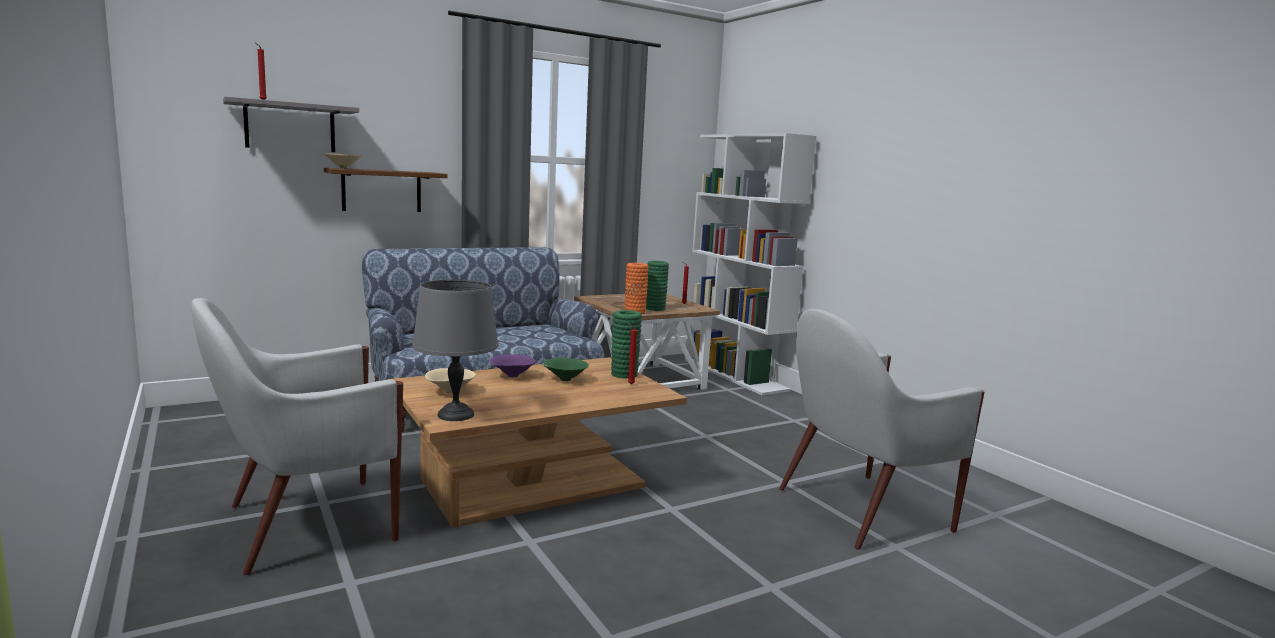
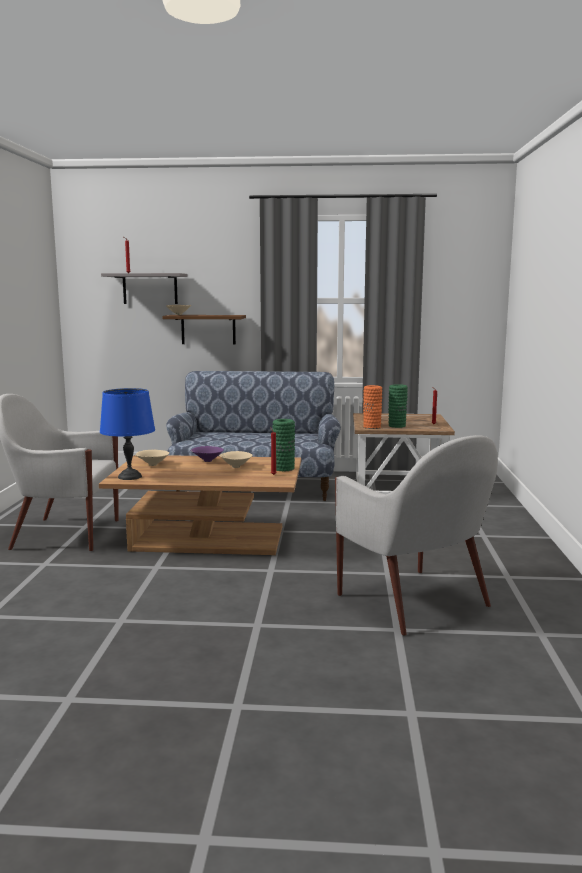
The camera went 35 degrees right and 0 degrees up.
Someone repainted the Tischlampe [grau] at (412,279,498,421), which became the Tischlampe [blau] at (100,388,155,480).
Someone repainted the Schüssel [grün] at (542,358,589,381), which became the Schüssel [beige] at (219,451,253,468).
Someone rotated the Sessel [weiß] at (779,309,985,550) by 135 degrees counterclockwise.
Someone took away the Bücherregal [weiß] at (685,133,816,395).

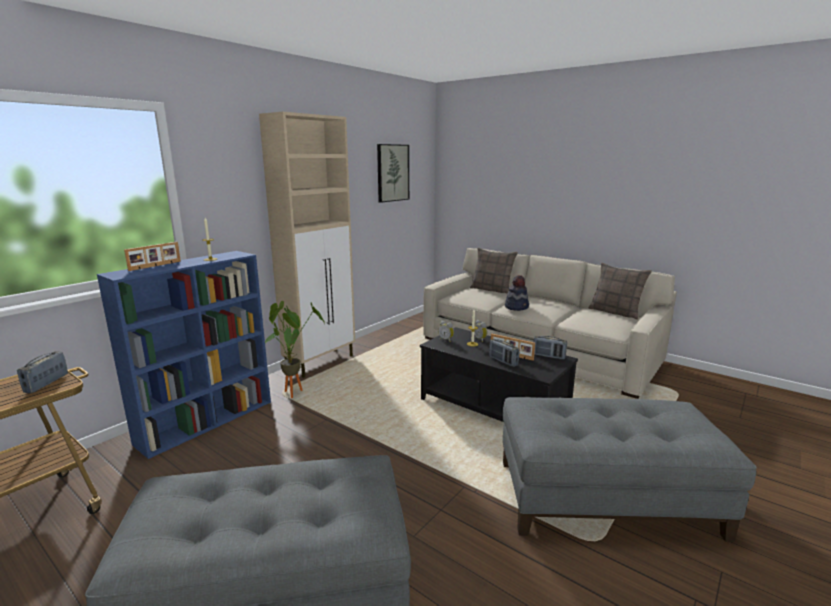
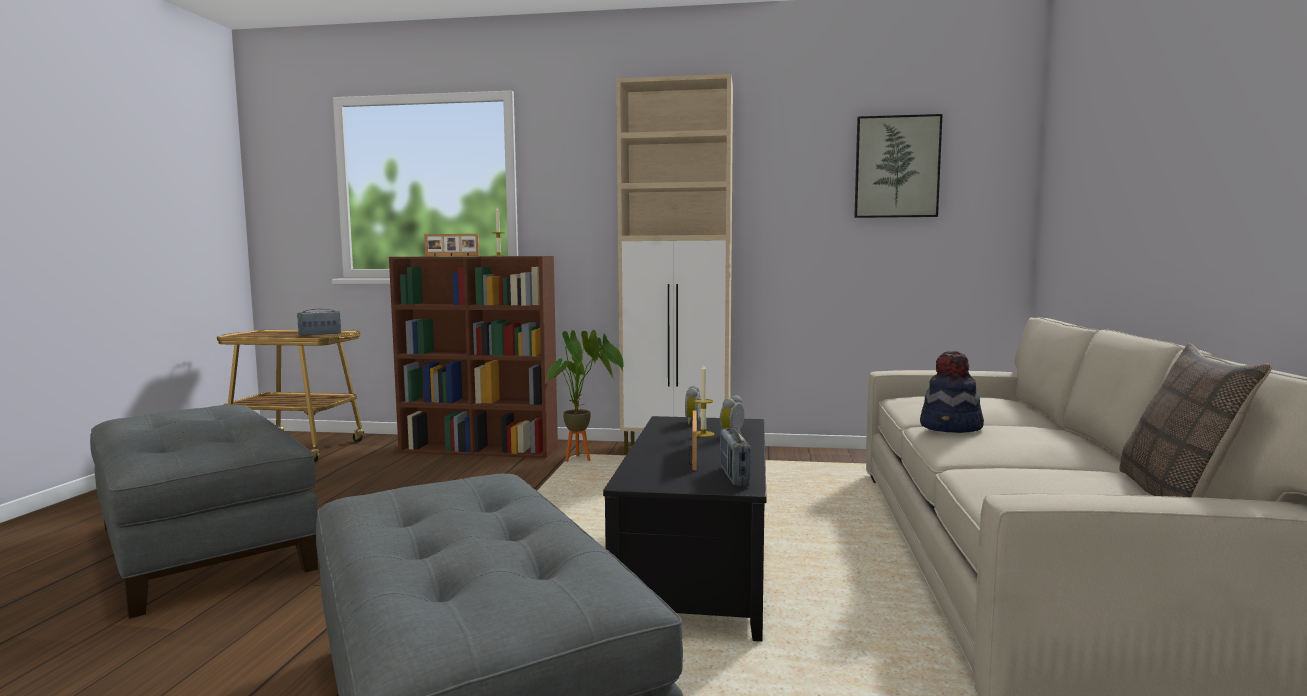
The camera went 60 degrees right and 10 degrees down.
Someone repainted the Bücherregal [blau] at (97,251,271,459), which became the Bücherregal [braun] at (389,256,558,458).
Someone took away the Kissen at (470,248,518,293).
Someone took away the Radio at (489,339,519,367).

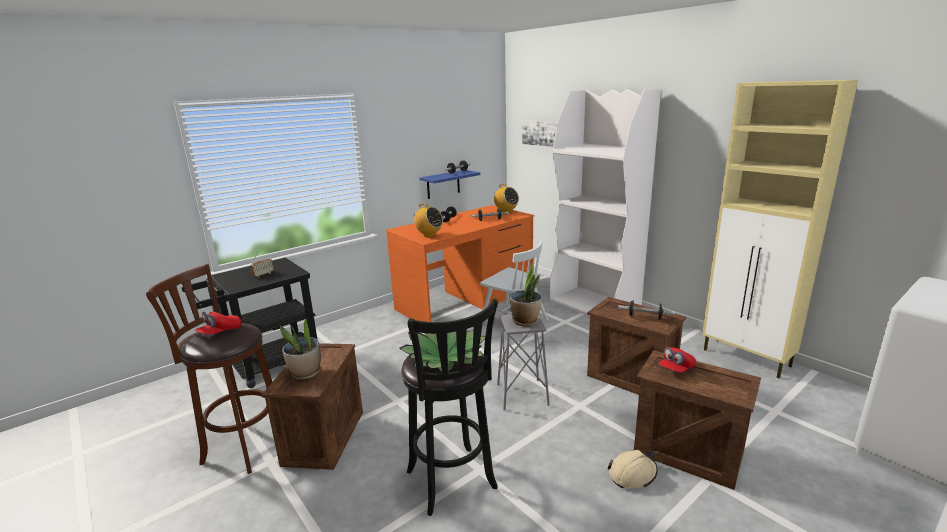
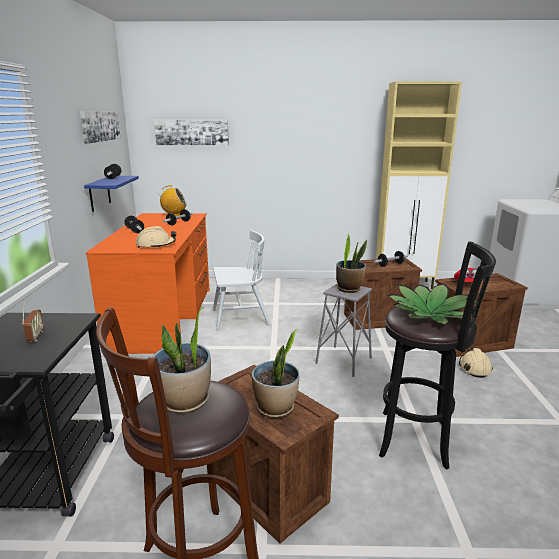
The camera went 50 degrees left and 0 degrees up.
Someone put up the Bild at (80,111,120,144).
Someone swapped the Radio at (411,203,443,237) for the Schutzhelm [beige] at (136,226,176,249).
Someone swapped the Kappe [rot] at (195,312,242,335) for the Topfpflanze at (152,307,211,414).
Someone took away the Bücherregal [weiß] at (550,89,661,316).

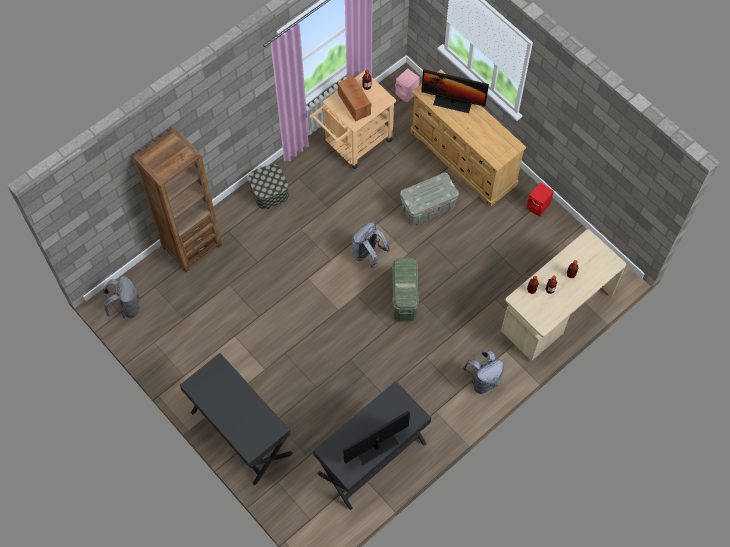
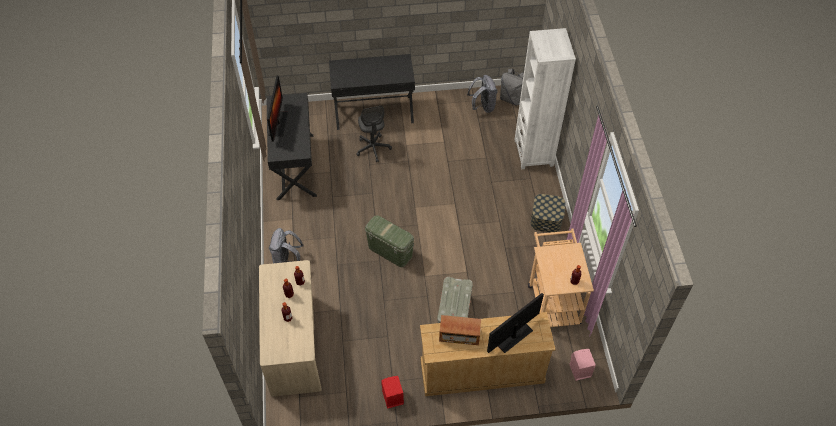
The camera went 125 degrees right and 10 degrees down.
Someone put down the Bürostuhl [grau] at (356,106,392,162).
Someone carried the Radio from (338,76,371,122) to (439,315,481,345).
Someone carried the Rucksack [grau] from (352,222,390,268) to (467,75,497,113).
Someone repainted the Bücherregal [braun] at (133,127,222,272), which became the Bücherregal [weiß] at (514,28,576,169).

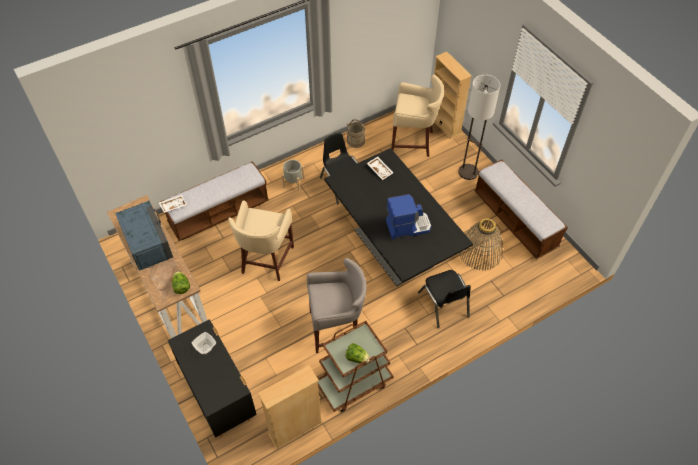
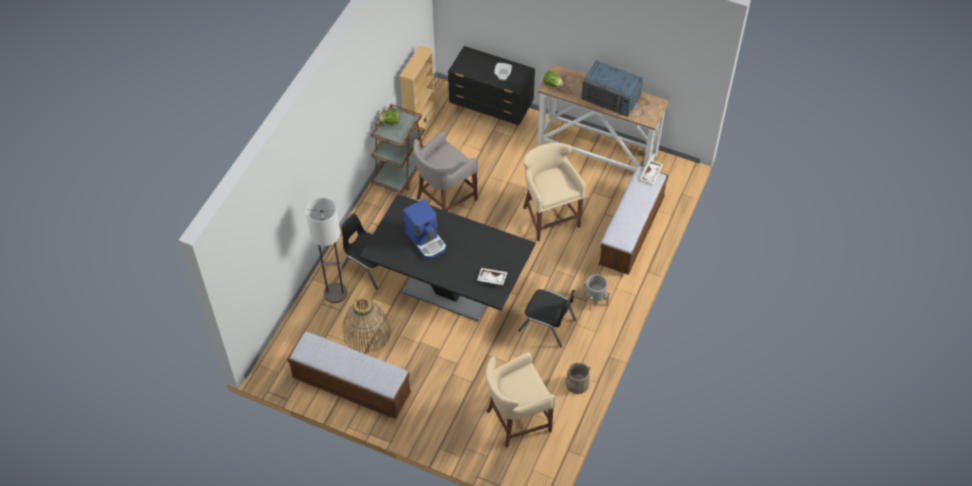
The camera went 145 degrees right and 0 degrees up.
Someone carried the Stehlampe from (458,75,500,180) to (306,197,347,303).
Someone rotated the Kaffeemaschine at (386,194,431,240) by 75 degrees counterclockwise.
Someone took away the Bücherregal [beige] at (434,52,472,139).

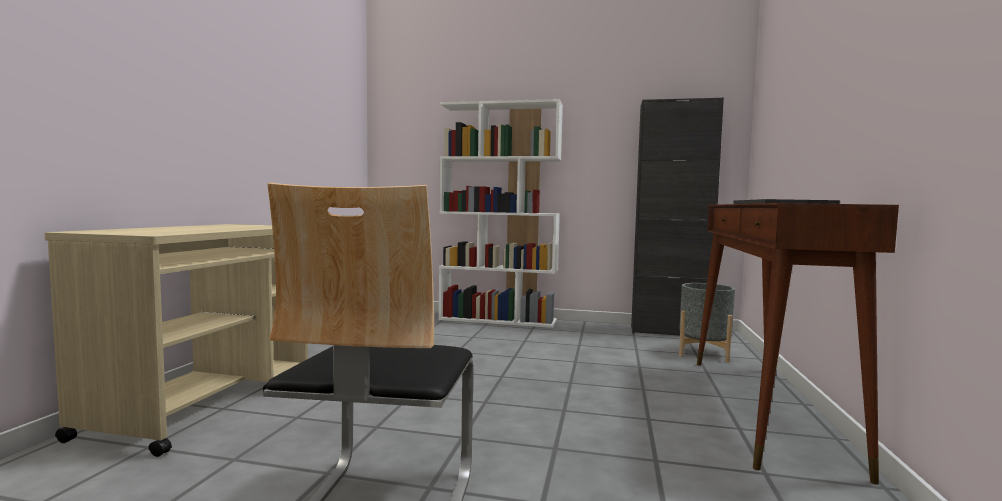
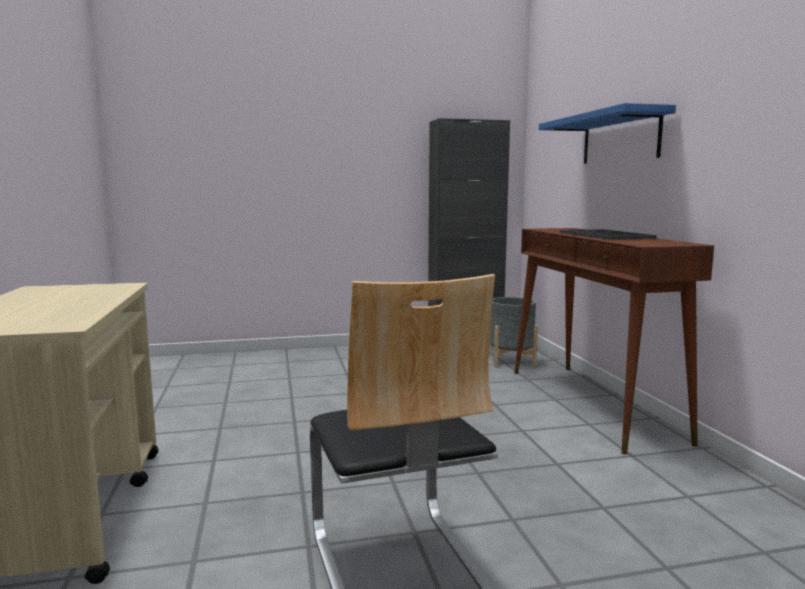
The camera went 25 degrees left and 5 degrees up.
Someone put up the Wandregal [blau] at (539,103,676,164).
Someone took away the Bücherregal [weiß] at (439,99,563,328).

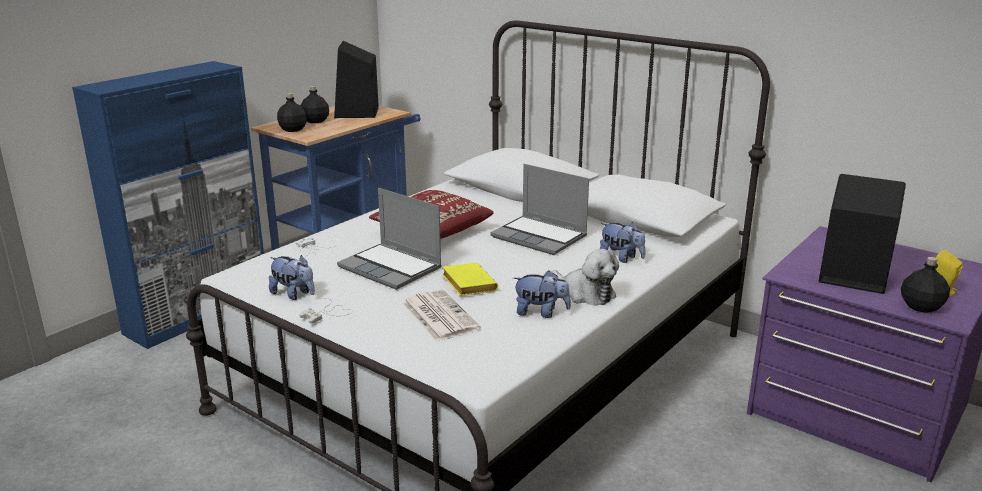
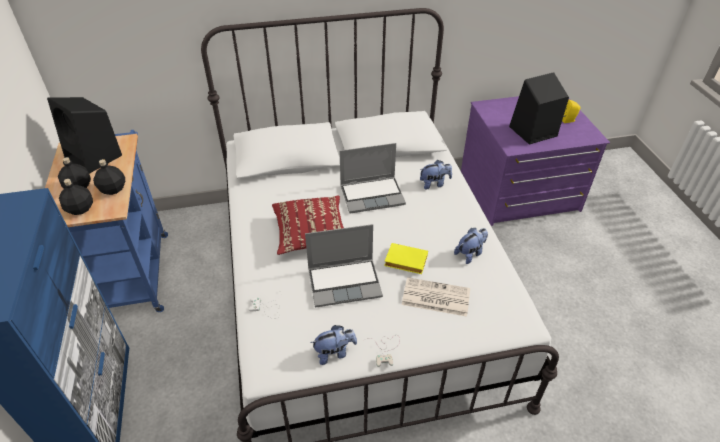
The camera went 50 degrees left and 20 degrees up.
Someone carried the Flasche [schwarz] from (901,257,950,313) to (93,159,125,195).
Someone took away the Plüschtier at (552,249,619,306).

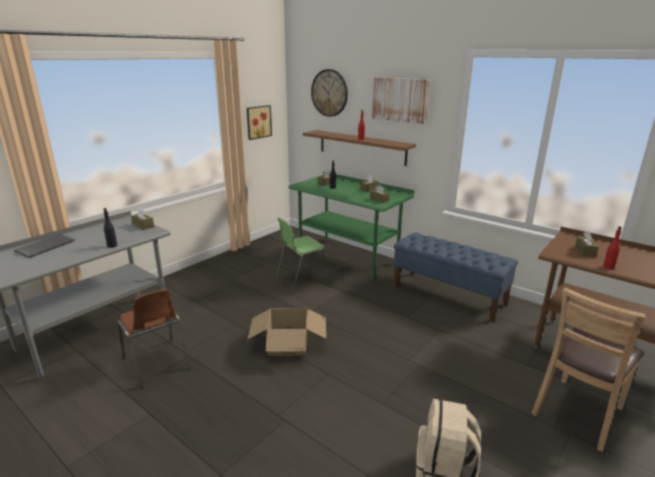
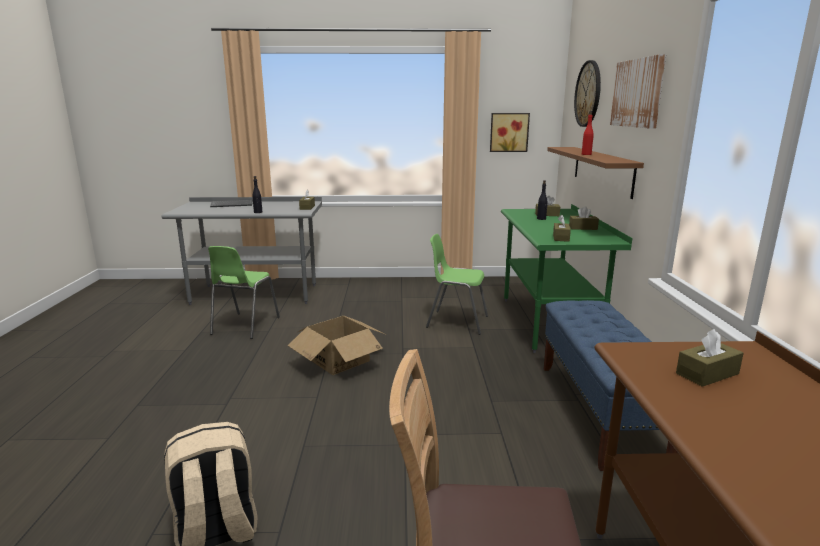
The camera went 50 degrees right and 5 degrees down.
Someone repainted the Stuhl [braun] at (117,289,190,388), which became the Stuhl [grün] at (208,246,280,339).
Someone took away the Flasche [rot] at (603,226,622,269).

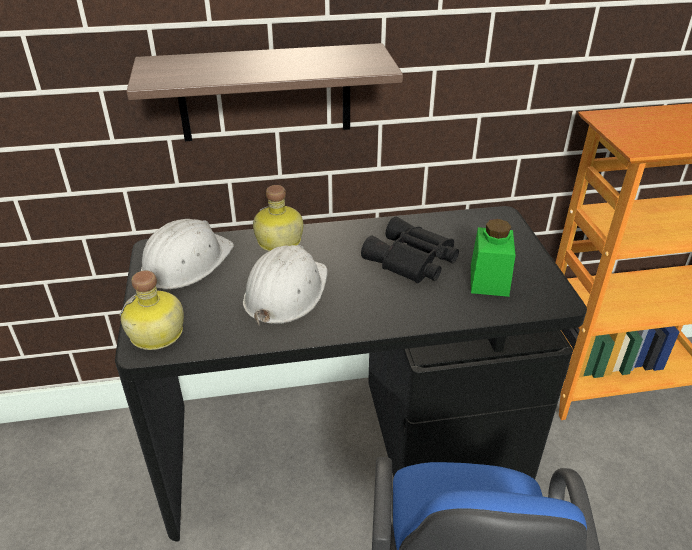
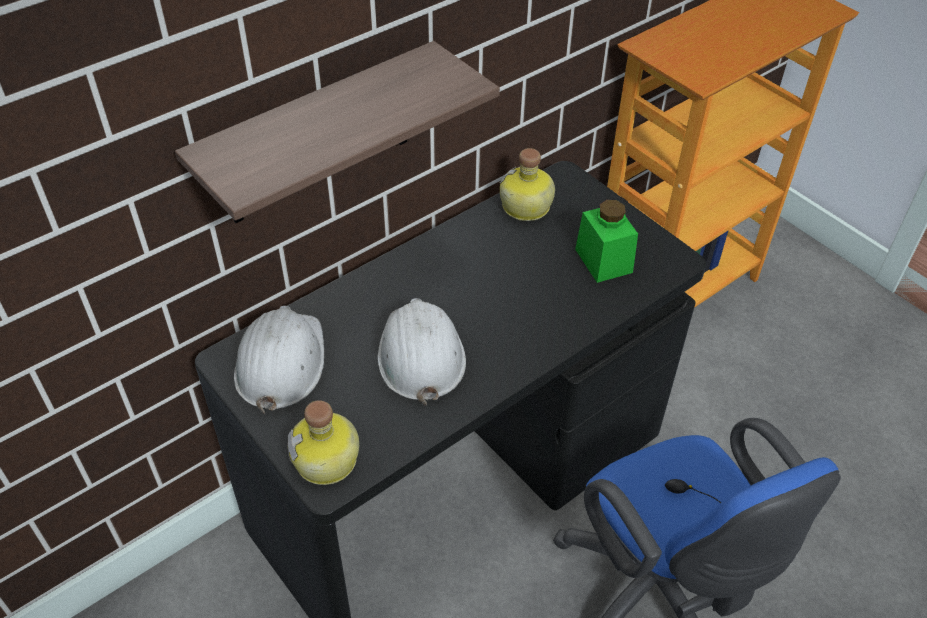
The camera went 30 degrees left and 10 degrees up.
Someone carried the Flasche from (253,185,303,251) to (500,148,555,221).
Someone took away the Fernglas [schwarz] at (361,216,459,284).

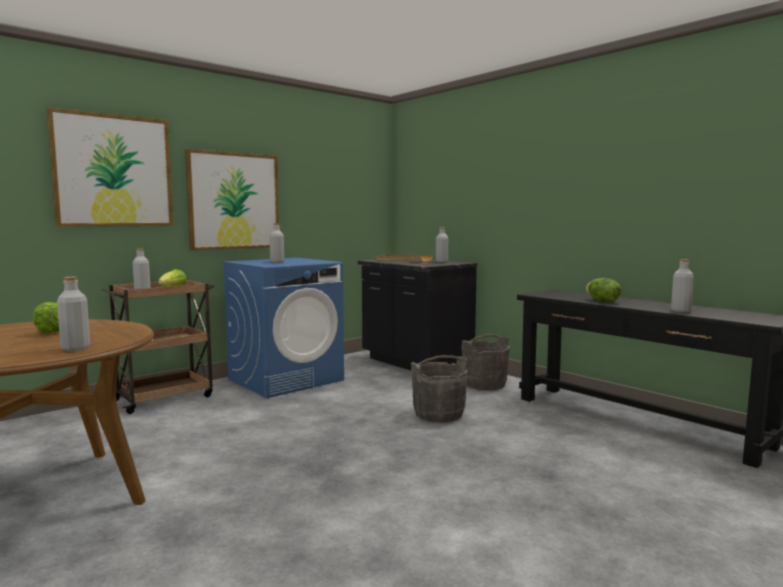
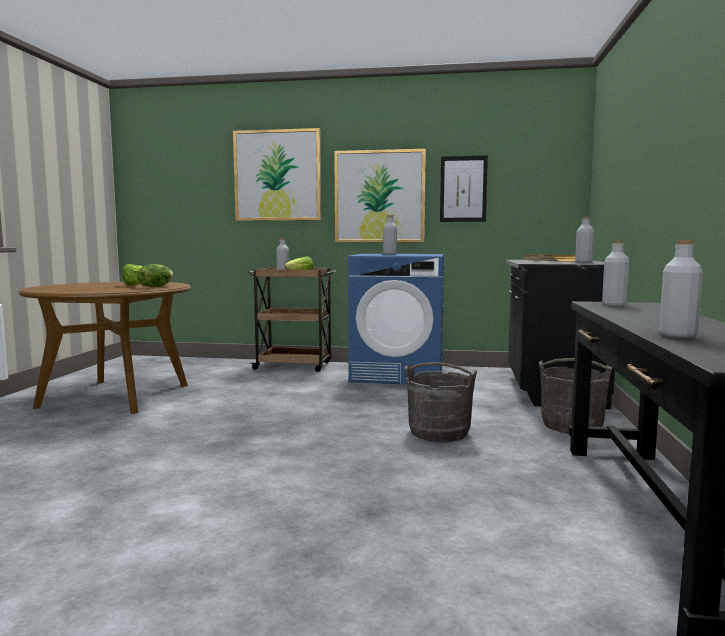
The camera went 50 degrees right and 0 degrees up.
Someone carried the Salatkopf from (586,278,622,302) to (137,264,174,287).
Someone put up the Bild at (440,155,488,222).
Someone carried the Flasche [grau] from (57,277,90,351) to (602,241,630,306).

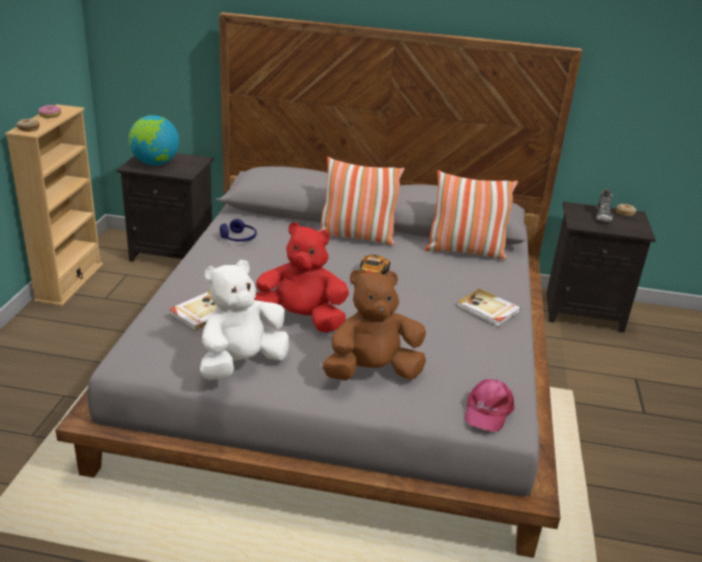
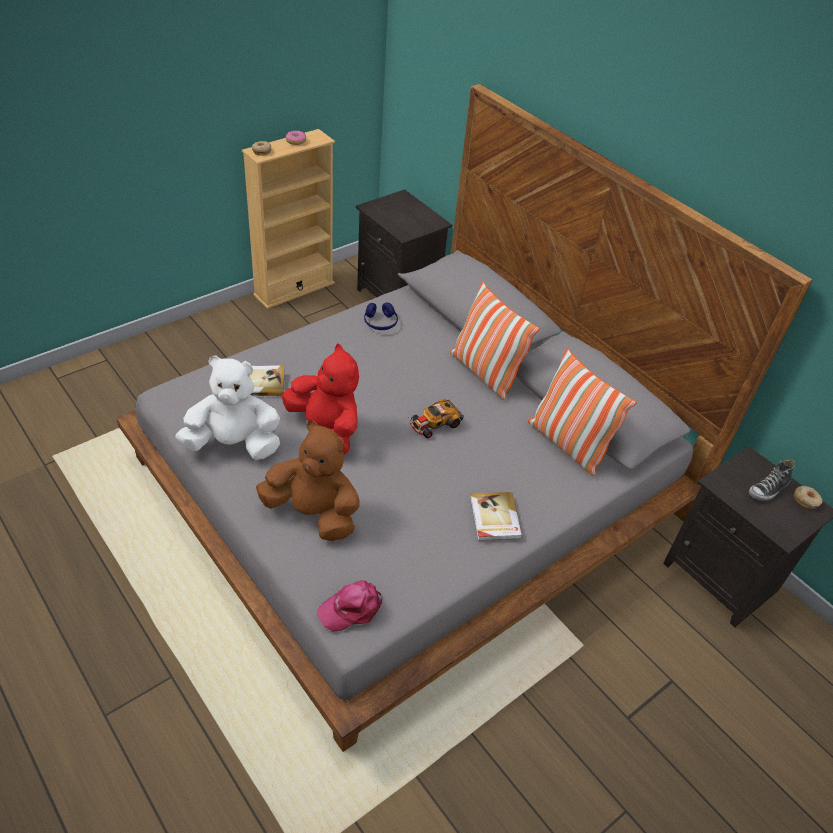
The camera went 40 degrees right and 15 degrees up.
Someone took away the Globus at (129,115,179,165).

